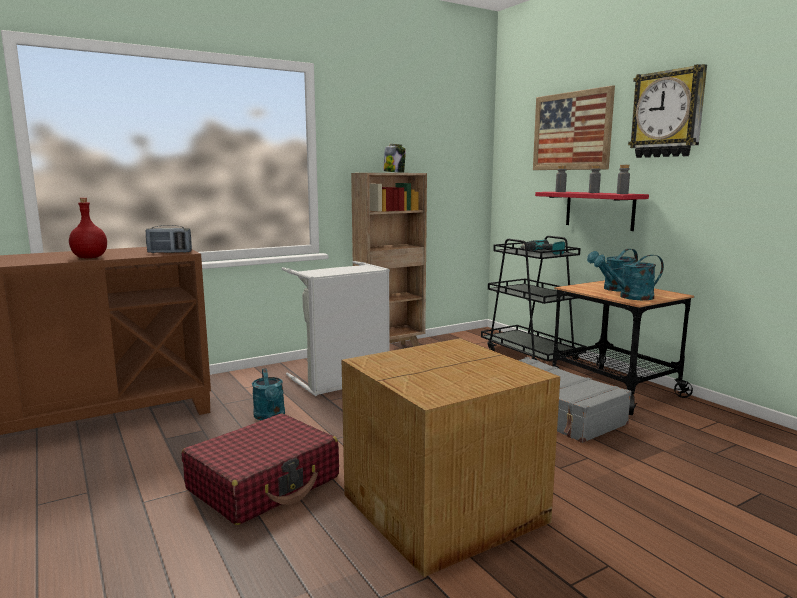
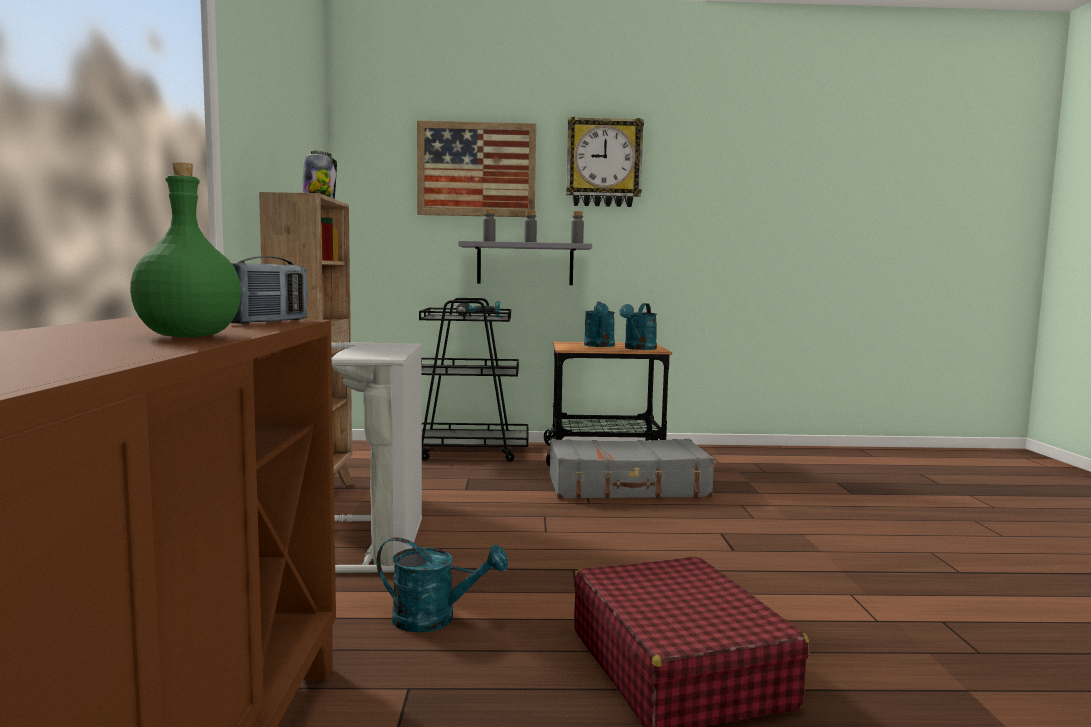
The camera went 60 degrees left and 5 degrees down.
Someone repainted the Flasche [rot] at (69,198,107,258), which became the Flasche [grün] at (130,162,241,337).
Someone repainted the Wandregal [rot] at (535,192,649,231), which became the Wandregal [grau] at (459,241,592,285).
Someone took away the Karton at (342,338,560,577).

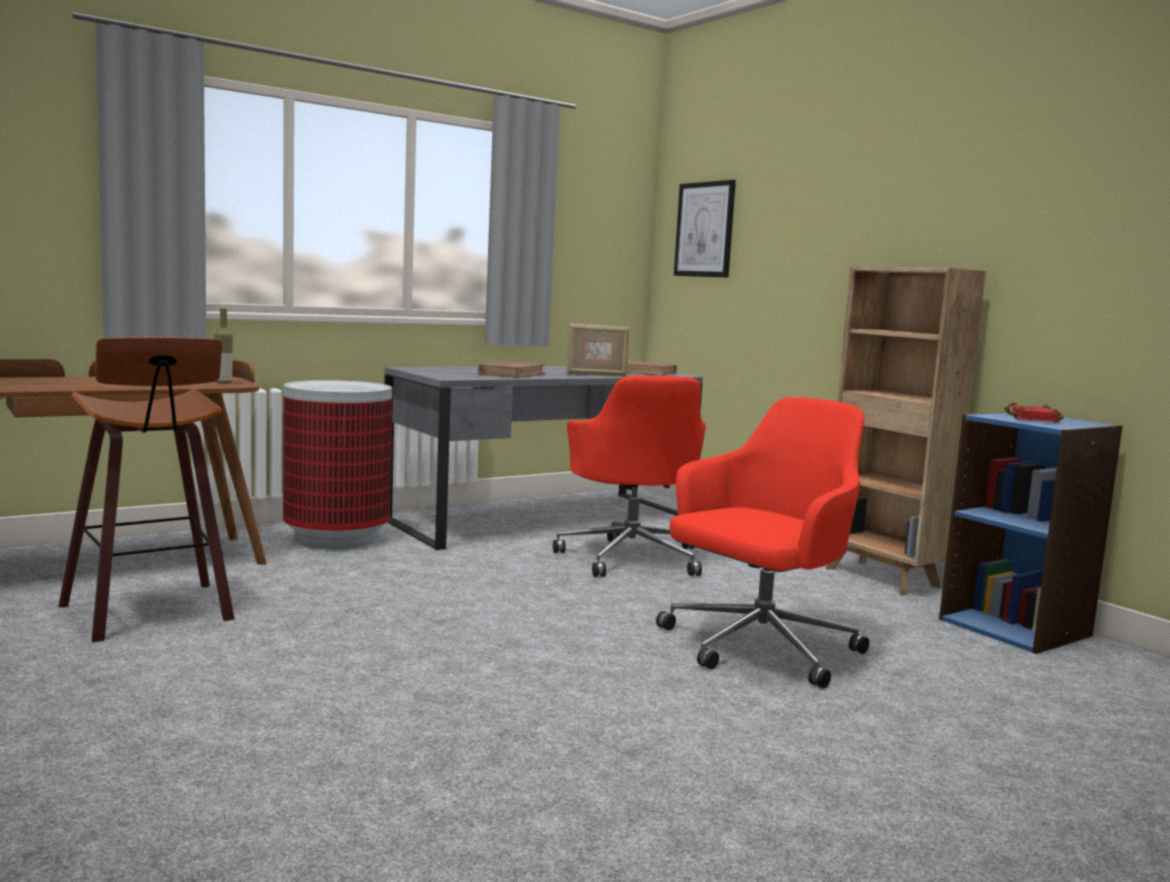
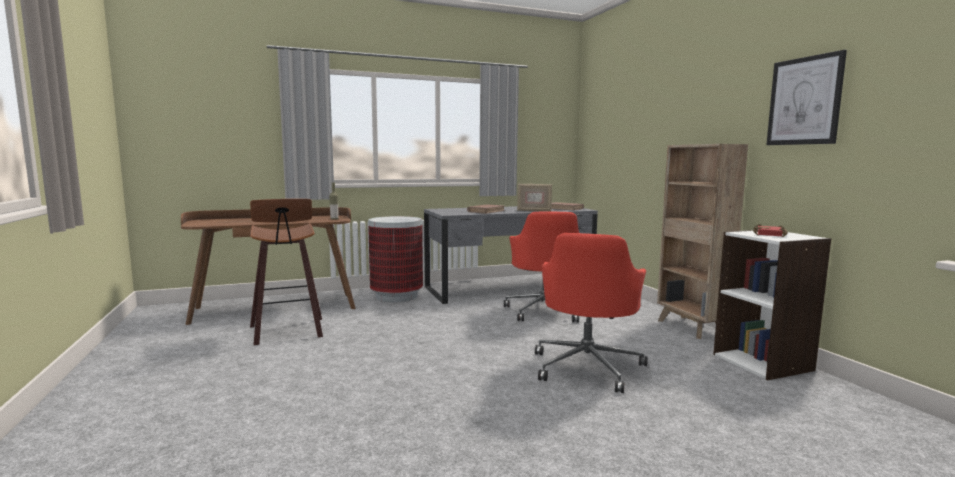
The camera went 15 degrees right and 0 degrees up.
Someone rotated the Bürostuhl [rot] at (656,397,869,688) by 135 degrees clockwise.
Someone repainted the Bücherregal [blau] at (939,412,1123,654), which became the Bücherregal [weiß] at (713,230,831,380).
Someone carried the Bild from (674,180,736,278) to (766,50,847,145).

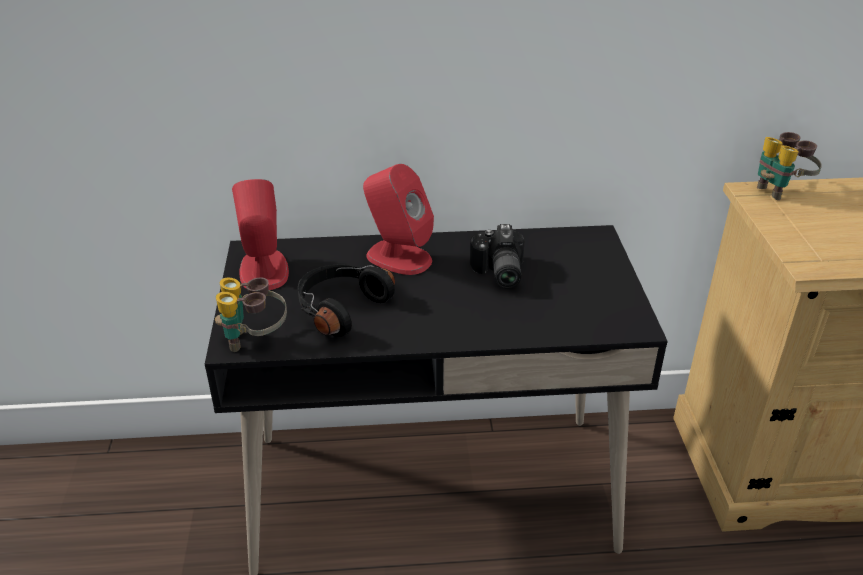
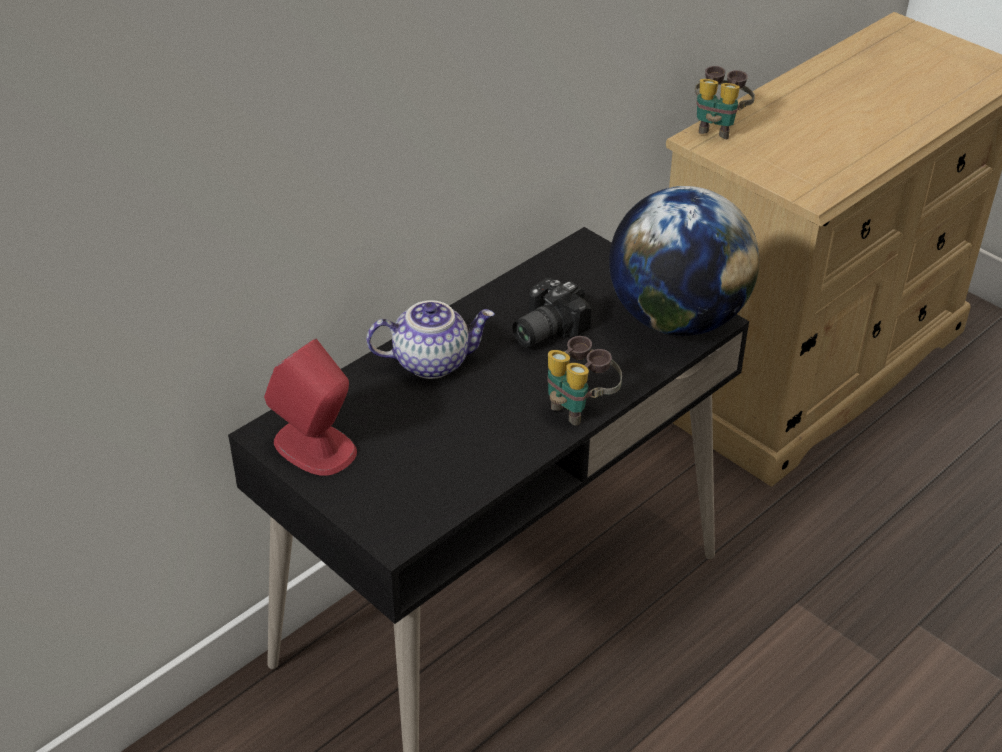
The camera went 40 degrees left and 5 degrees up.
Someone swapped the Lautsprecher [rot] at (363,164,434,275) for the Teekanne at (366,300,495,379).
Someone rotated the Kamera at (470,224,524,289) by 90 degrees clockwise.
Someone carried the Fernglas from (215,277,287,352) to (547,336,622,426).
Someone put down the Globus at (609,186,759,336).
Someone took away the Kopfhörer [schwarz] at (298,265,395,337).

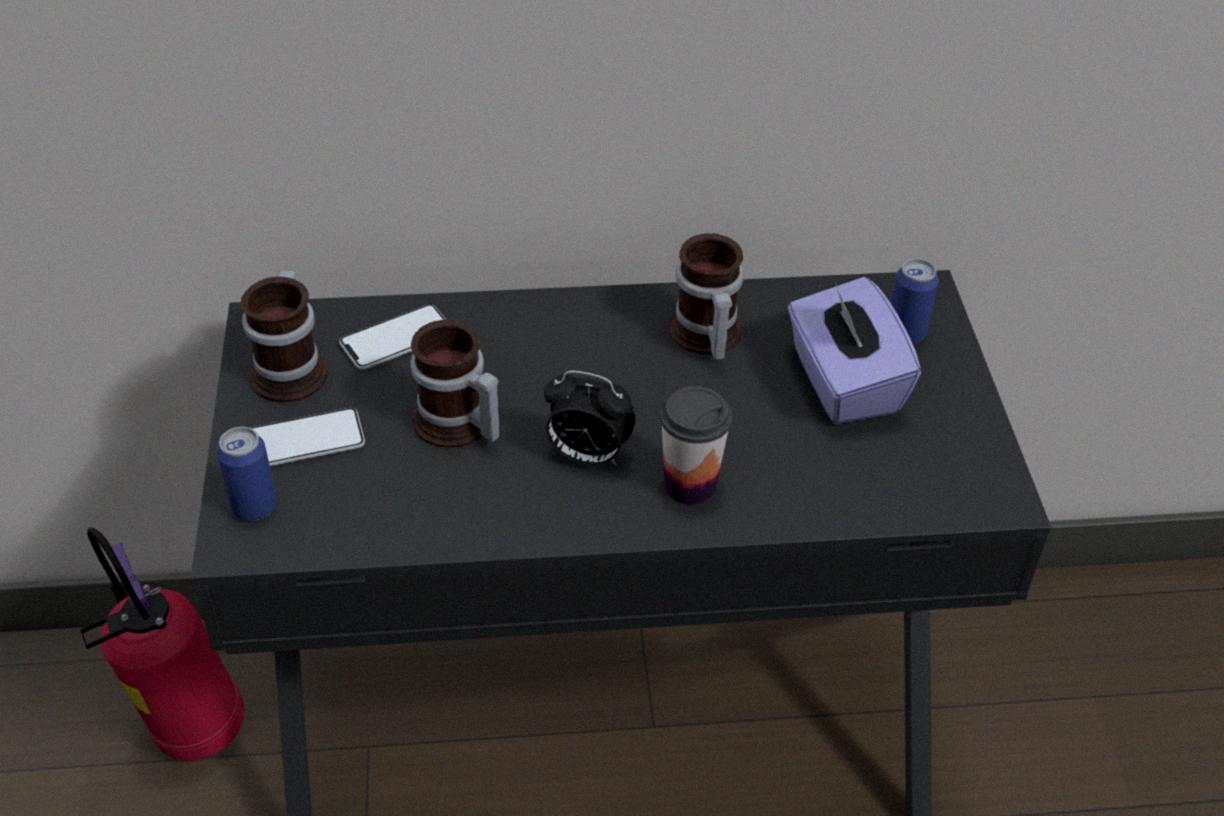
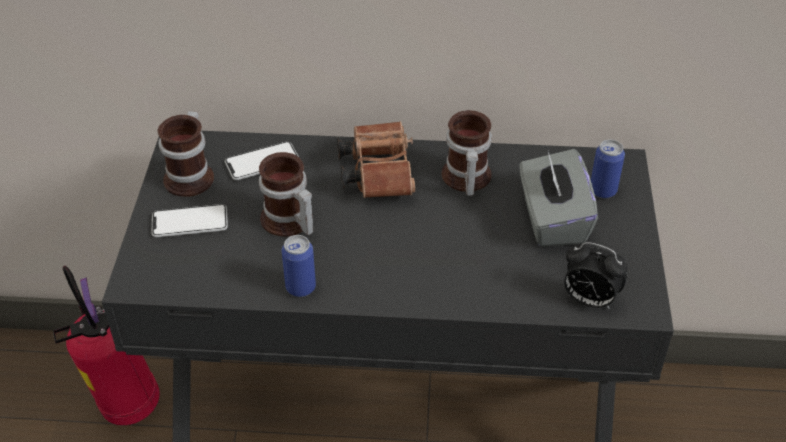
The camera went 10 degrees right and 0 degrees up.
Someone carried the Dose from (216,427,277,521) to (282,235,316,297).
Someone put down the Fernglas [braun] at (337,121,415,198).
Someone repainted the Taschentuchbox [lila] at (788,277,921,424), which became the Taschentuchbox [grau] at (519,149,598,247).
Someone carried the Wecker from (544,371,636,466) to (564,242,627,309).
Someone took away the Tasse at (660,386,732,505).

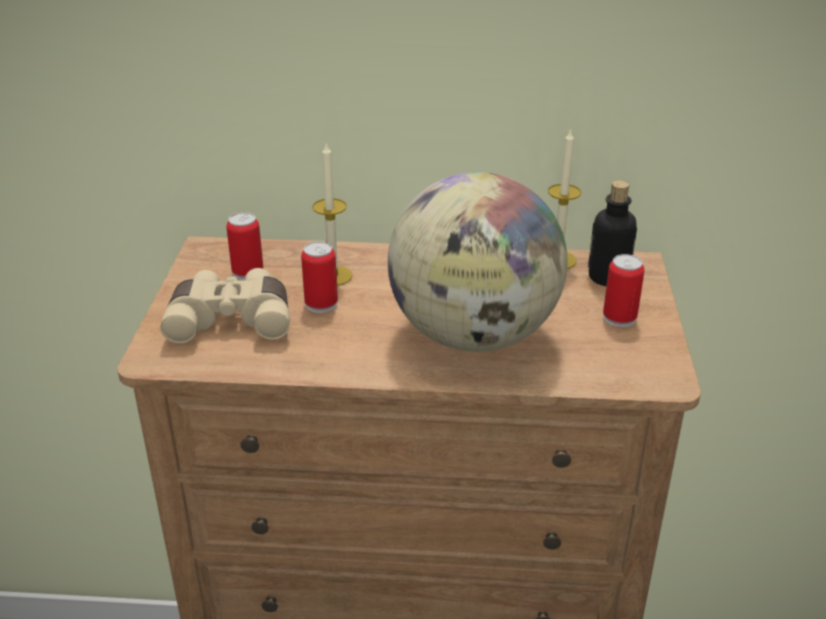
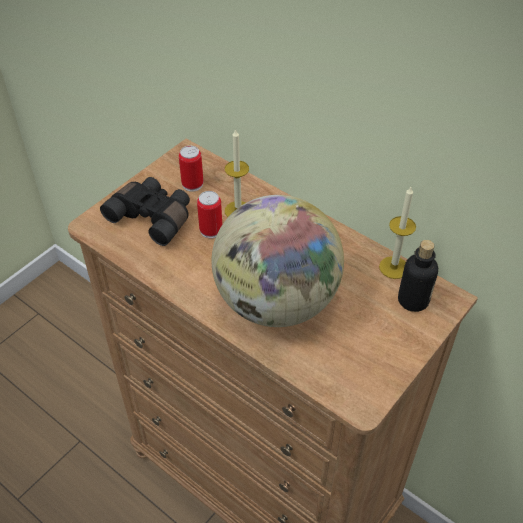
The camera went 35 degrees right and 15 degrees up.
Someone repainted the Fernglas [beige] at (160,268,290,343), which became the Fernglas [schwarz] at (100,177,190,246).
Someone took away the Dose at (603,254,645,327).

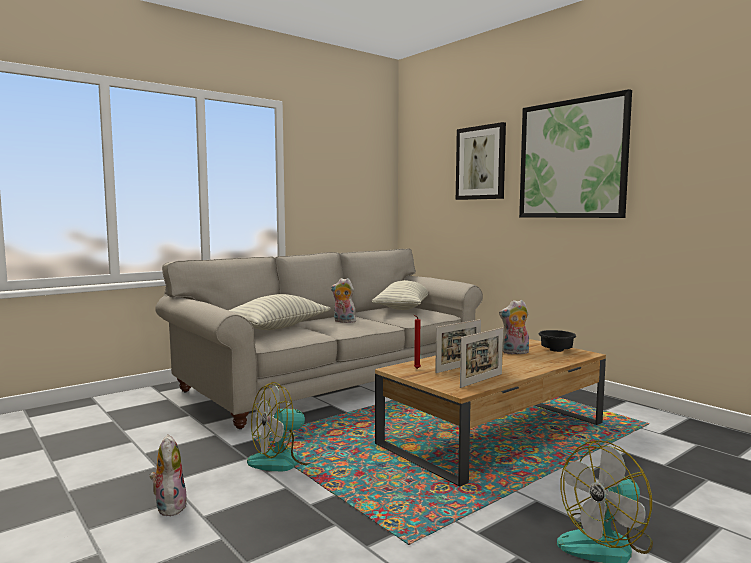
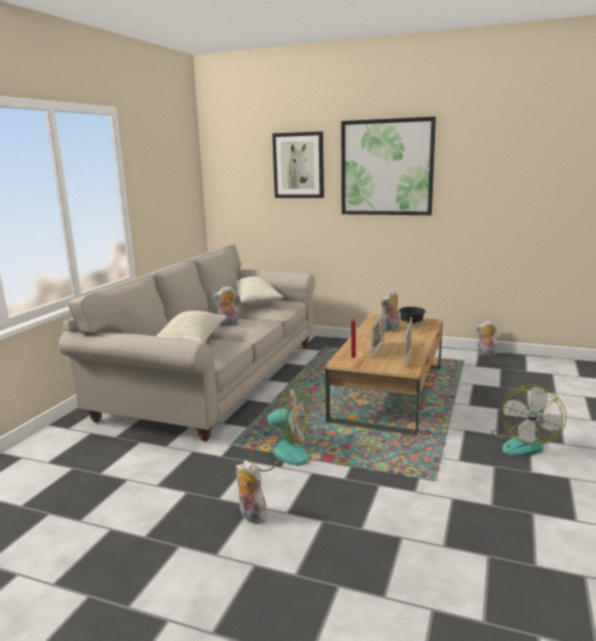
The camera went 30 degrees left and 10 degrees up.
Someone rotated the Ventilator at (247,382,321,471) by 105 degrees counterclockwise.
Someone put down the Plüschtier at (476,320,497,356).

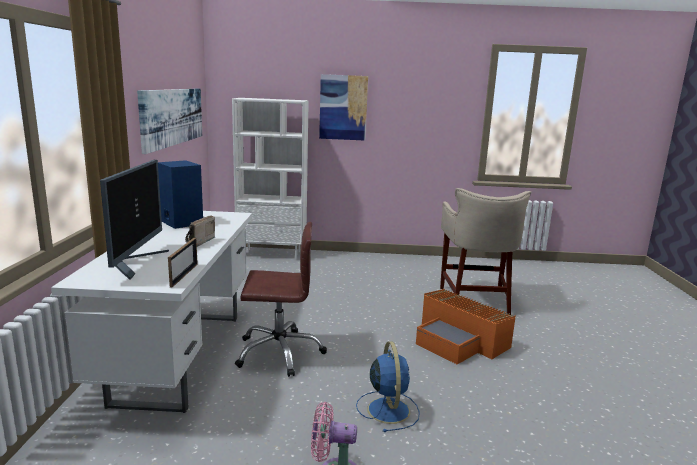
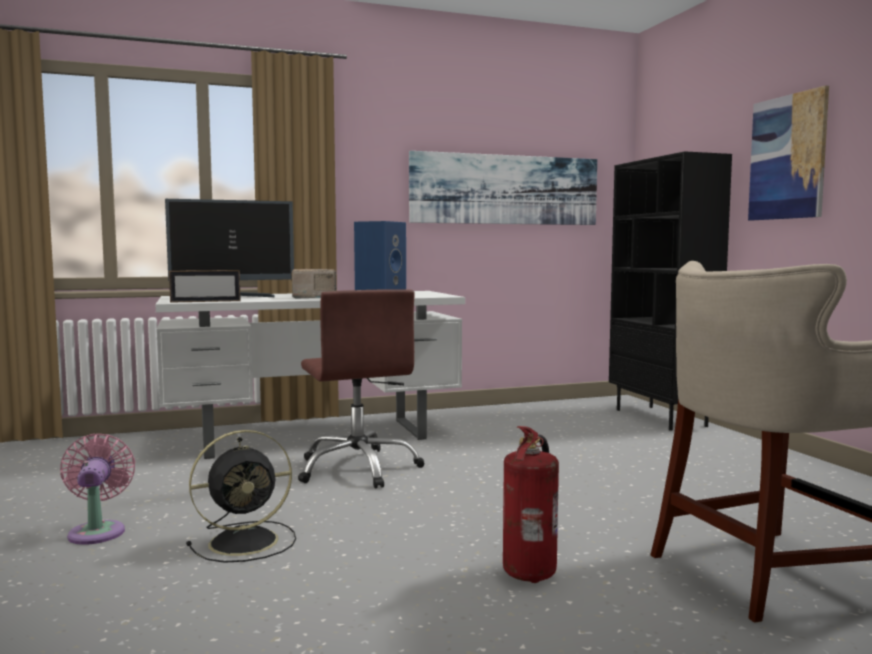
The camera went 70 degrees right and 10 degrees down.
Someone repainted the Ventilator [blau] at (356,341,420,432), which became the Ventilator [schwarz] at (186,430,296,563).
Someone swapped the Aufbewahrungsbox [orange] at (416,289,516,364) for the Feuerlöscher at (503,426,559,583).
Someone repainted the Bücherregal [weiß] at (232,98,309,260), which became the Bücherregal [schwarz] at (609,151,732,431).

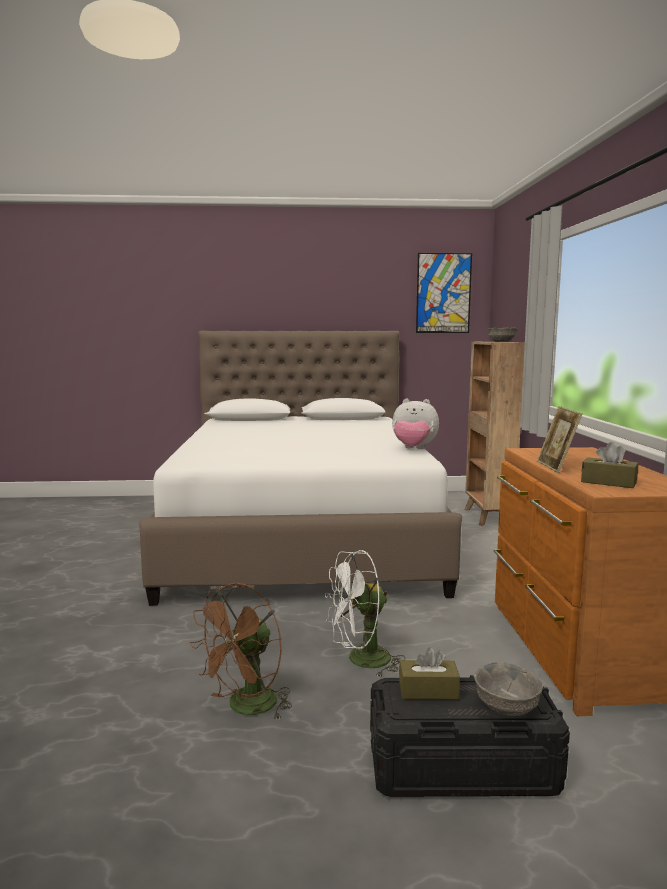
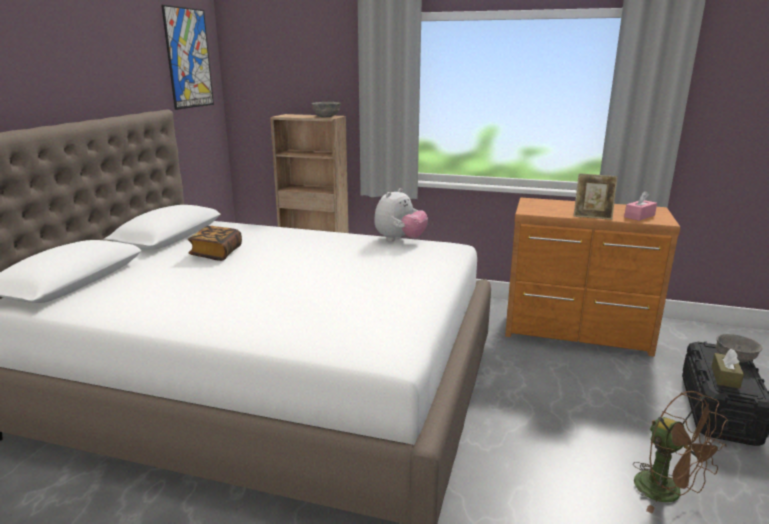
The camera went 70 degrees left and 10 degrees up.
Someone put down the Buch at (188,226,242,261).
Someone repainted the Taschentuchbox [braun] at (581,442,638,488), which became the Taschentuchbox [rosa] at (624,191,657,221).
Someone took away the Ventilator [weiß] at (325,550,405,677).

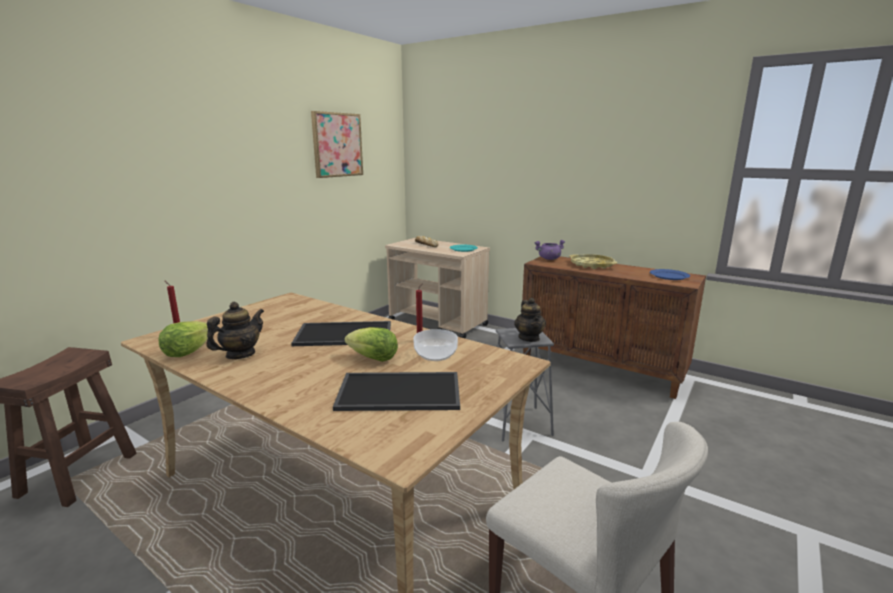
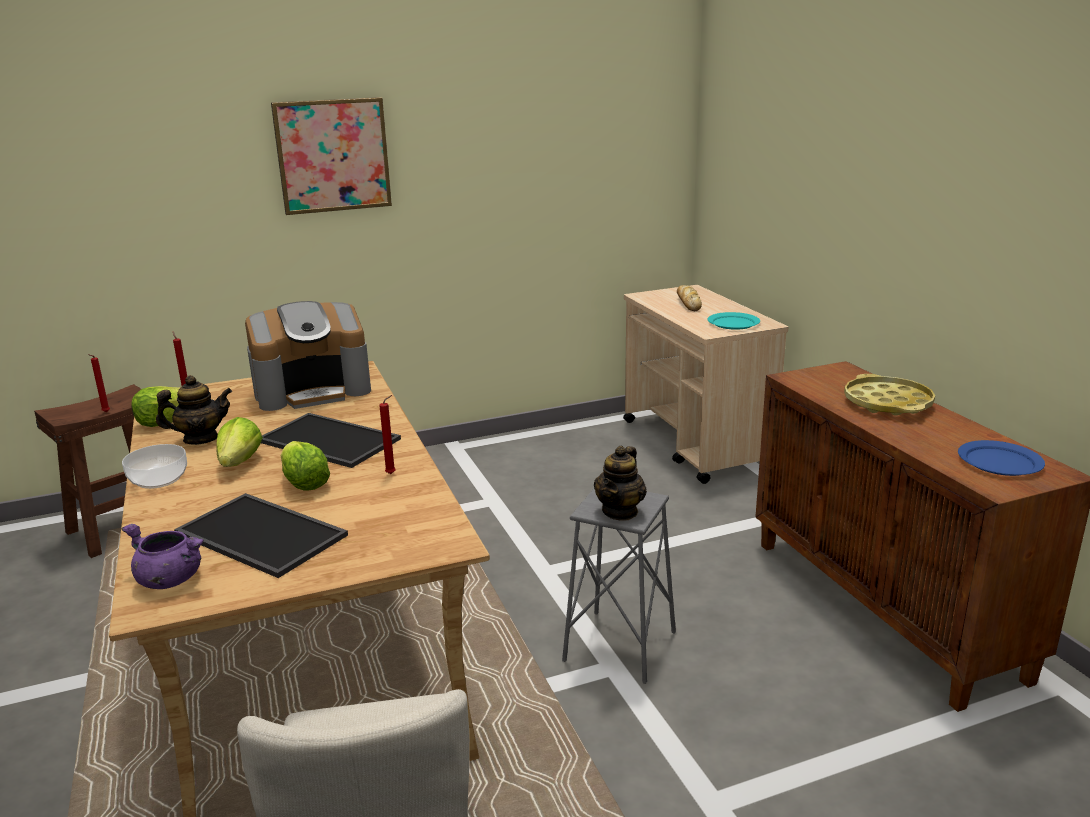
The camera went 35 degrees right and 5 degrees up.
Someone put down the Kerze [rot] at (88,354,110,412).
Someone carried the Schüssel from (413,329,458,361) to (122,444,187,489).
Someone carried the Kochtopf [lila] from (534,240,565,260) to (122,524,204,589).
Someone put down the Salatkopf at (216,417,263,467).
Someone put down the Kaffeemaschine at (245,301,371,411).
Someone carried the Bild from (311,111,363,178) to (271,97,392,215).

